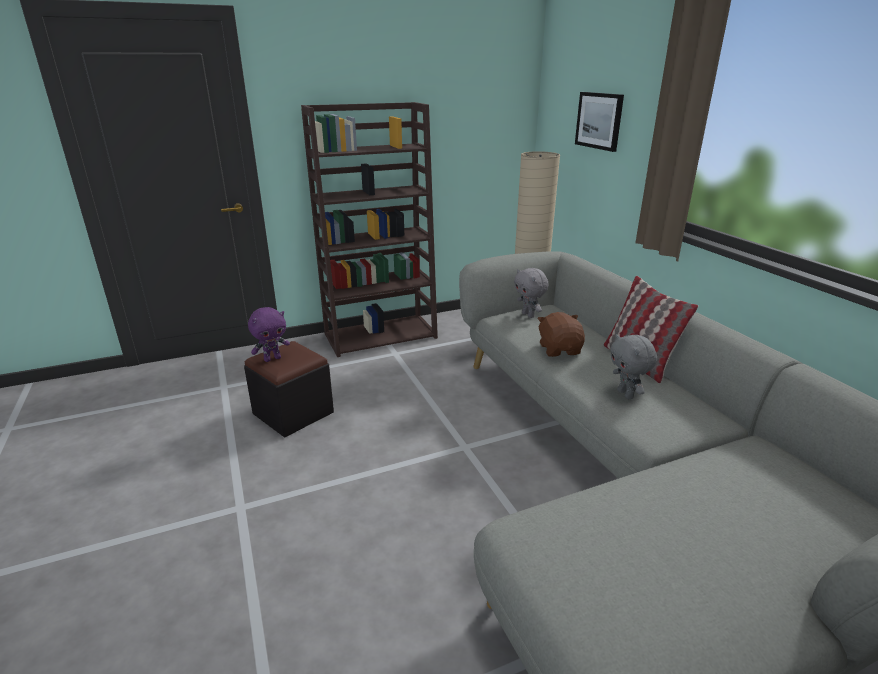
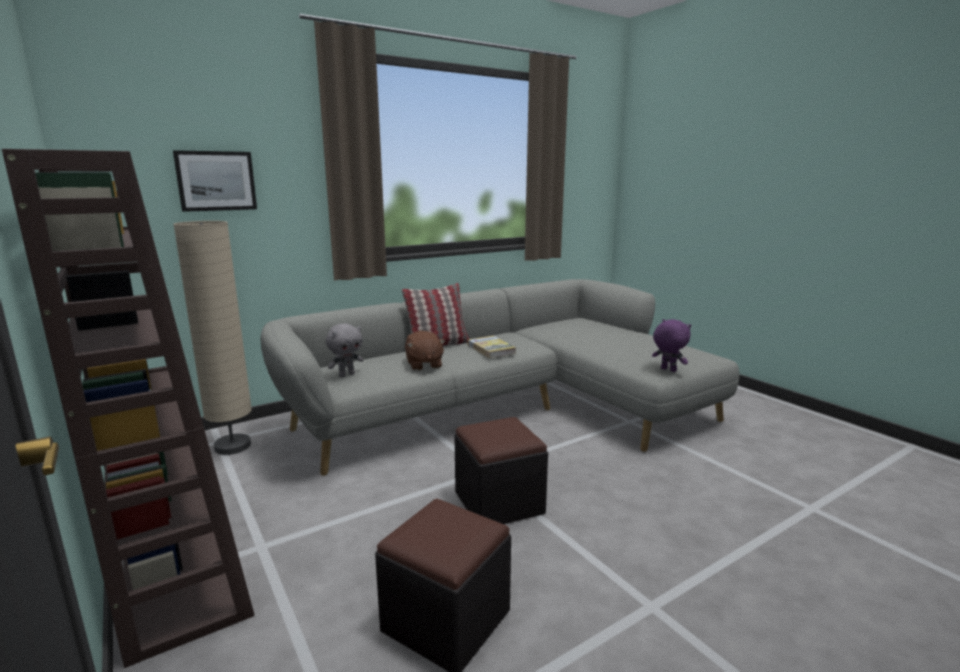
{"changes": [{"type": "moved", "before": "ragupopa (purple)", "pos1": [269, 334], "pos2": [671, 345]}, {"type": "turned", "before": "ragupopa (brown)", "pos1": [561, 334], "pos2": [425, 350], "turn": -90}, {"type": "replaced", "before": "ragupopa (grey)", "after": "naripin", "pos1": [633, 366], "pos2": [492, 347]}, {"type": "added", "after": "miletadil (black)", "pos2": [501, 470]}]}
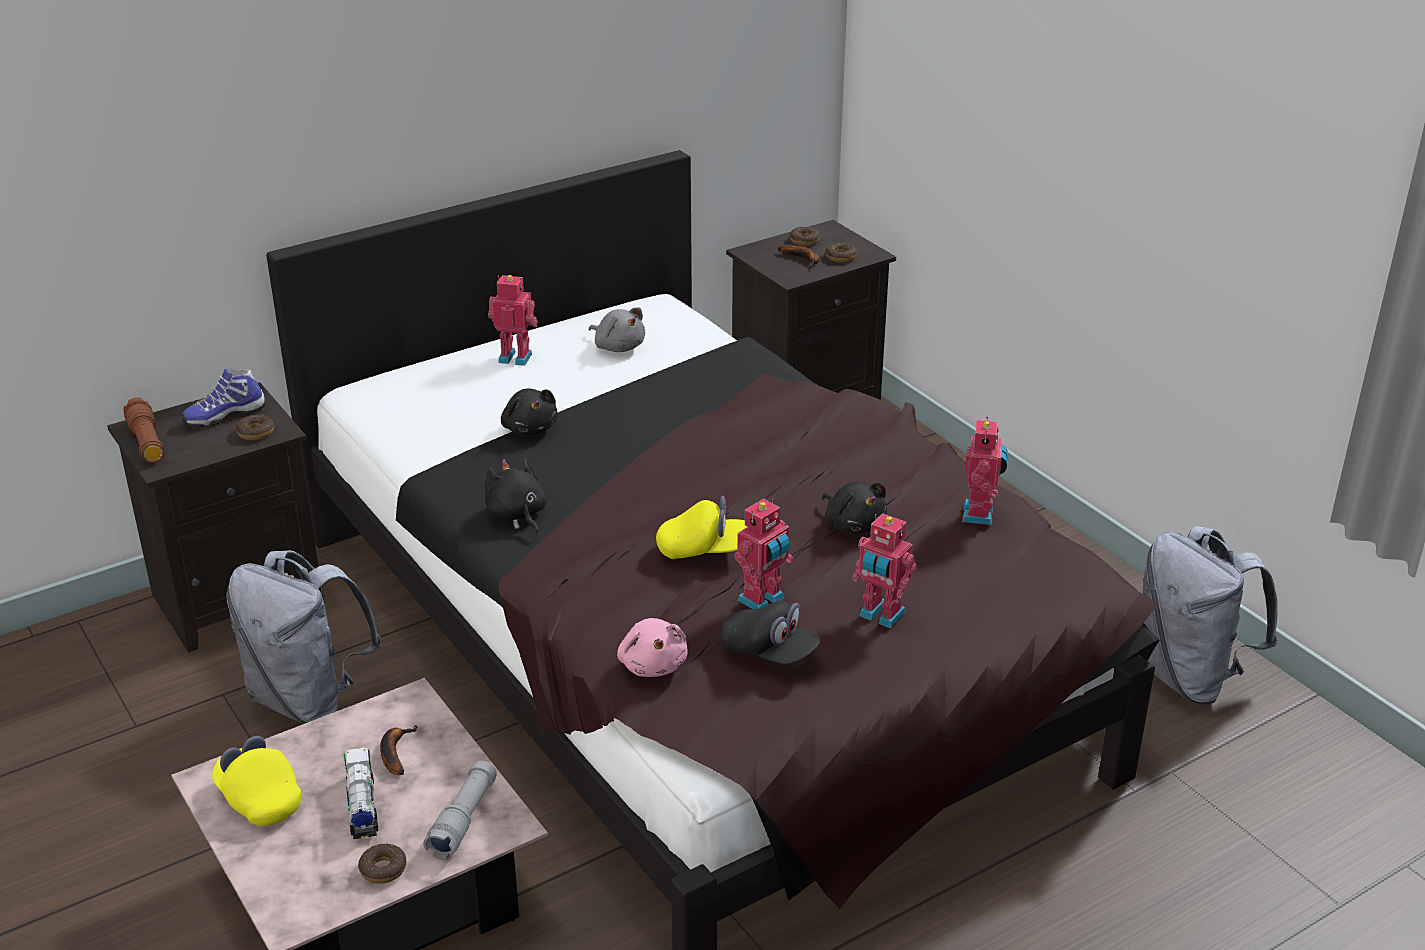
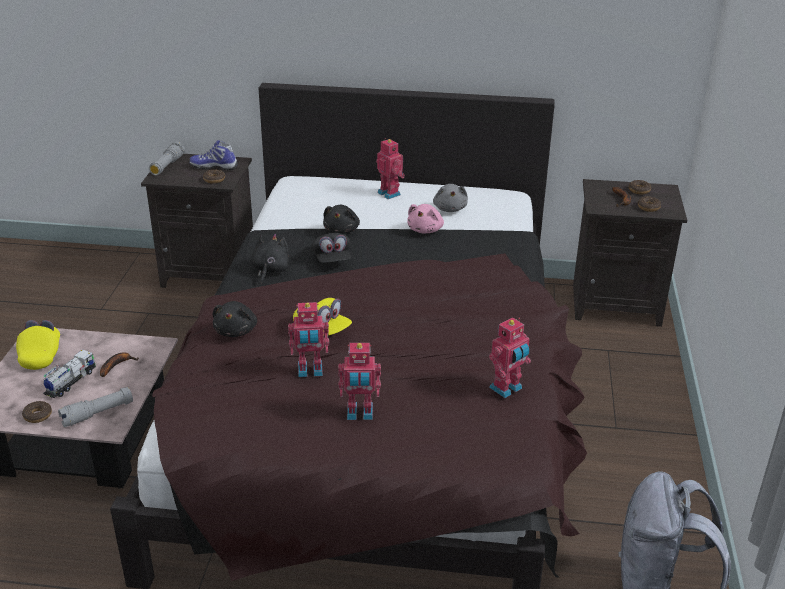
{"changes": [{"type": "recoloured", "before": "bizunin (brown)", "after": "bizunin (grey)", "pos1": [143, 430], "pos2": [167, 159]}, {"type": "moved", "before": "ragupopa (black)", "pos1": [854, 508], "pos2": [235, 319]}, {"type": "turned", "before": "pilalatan", "pos1": [884, 570], "pos2": [359, 381], "turn": -75}, {"type": "removed", "before": "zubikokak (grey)", "pos1": [304, 637]}, {"type": "moved", "before": "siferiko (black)", "pos1": [770, 633], "pos2": [331, 248]}, {"type": "moved", "before": "ragupopa (pink)", "pos1": [652, 647], "pos2": [425, 218]}]}
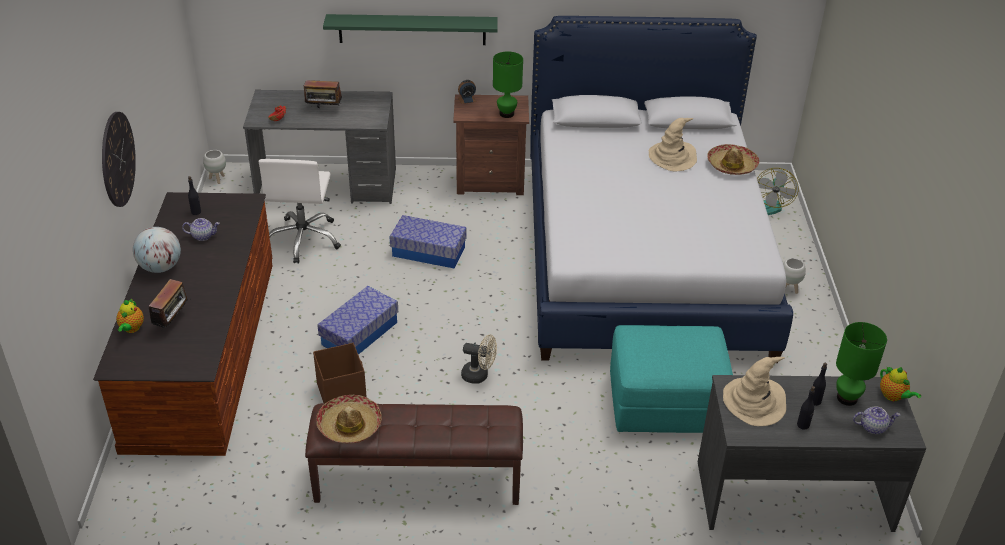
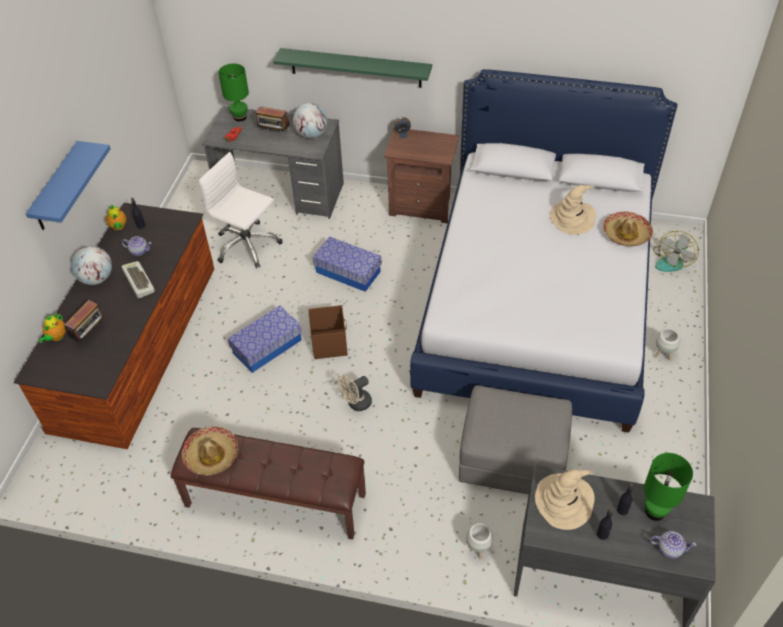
{"changes": [{"type": "moved", "before": "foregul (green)", "pos1": [508, 84], "pos2": [233, 92]}, {"type": "replaced", "before": "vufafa", "after": "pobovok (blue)", "pos1": [119, 159], "pos2": [68, 185]}, {"type": "moved", "before": "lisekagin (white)", "pos1": [214, 167], "pos2": [479, 541]}, {"type": "turned", "before": "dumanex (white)", "pos1": [299, 211], "pos2": [240, 210], "turn": 105}, {"type": "recoloured", "before": "miletadil (turquoise)", "after": "miletadil (grey)", "pos1": [671, 379], "pos2": [515, 439]}, {"type": "turned", "before": "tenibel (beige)", "pos1": [479, 359], "pos2": [355, 393], "turn": 120}, {"type": "moved", "before": "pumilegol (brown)", "pos1": [340, 373], "pos2": [328, 332]}, {"type": "moved", "before": "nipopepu", "pos1": [900, 383], "pos2": [116, 217]}, {"type": "added", "after": "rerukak", "pos2": [310, 120]}, {"type": "added", "after": "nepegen", "pos2": [138, 279]}]}
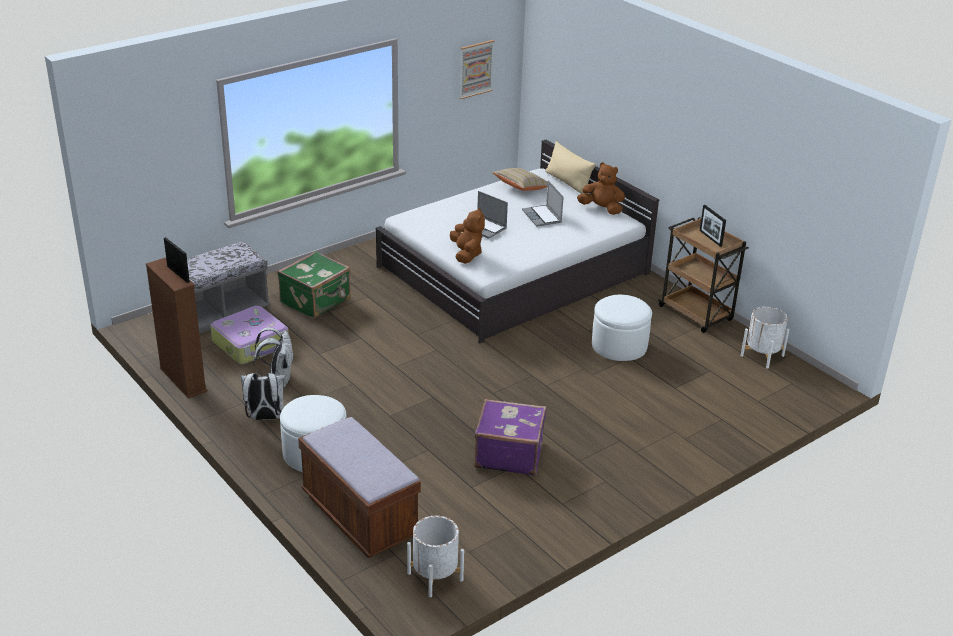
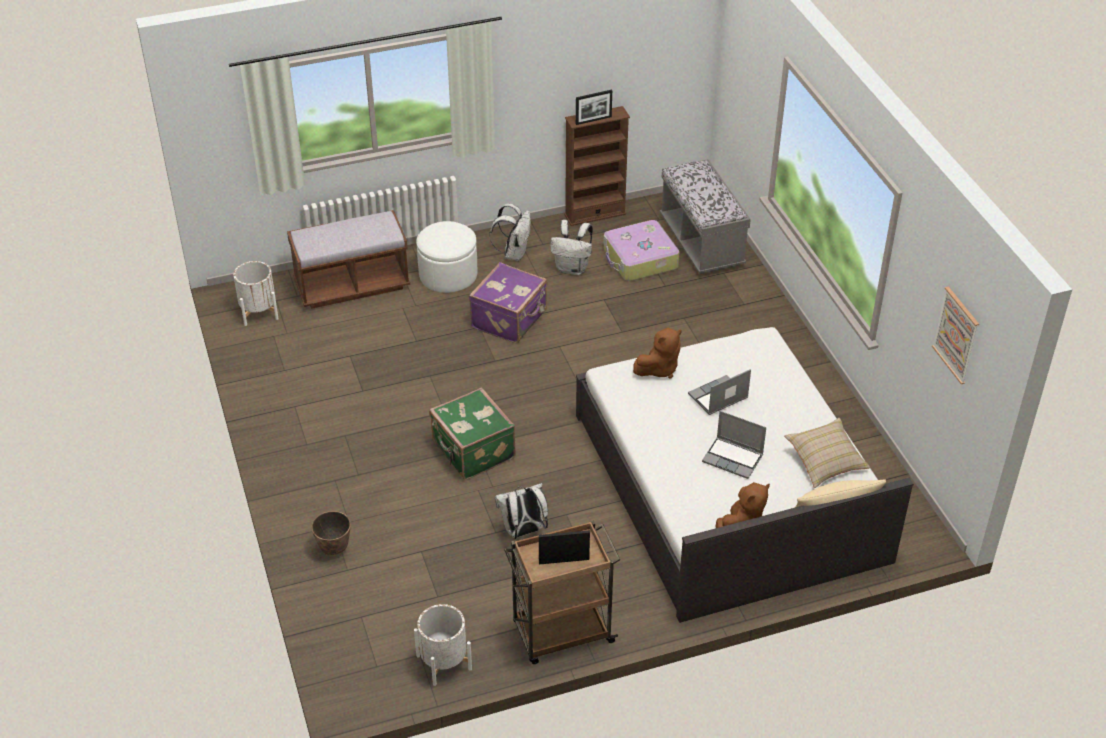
{"changes": [{"type": "turned", "before": "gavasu", "pos1": [543, 204], "pos2": [734, 445], "turn": -150}, {"type": "turned", "before": "ragupopa (brown)", "pos1": [467, 236], "pos2": [657, 353], "turn": -45}, {"type": "moved", "before": "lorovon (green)", "pos1": [314, 285], "pos2": [472, 433]}, {"type": "replaced", "before": "miletadil (white)", "after": "zubikokak (white)", "pos1": [622, 328], "pos2": [521, 511]}, {"type": "moved", "before": "lorovon (purple)", "pos1": [510, 437], "pos2": [508, 302]}, {"type": "added", "after": "lisekagin", "pos2": [331, 533]}]}
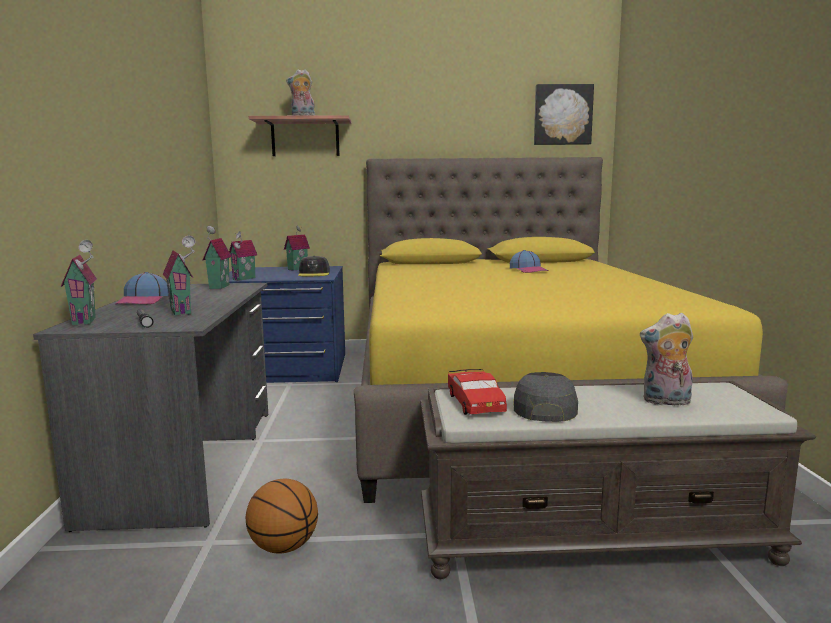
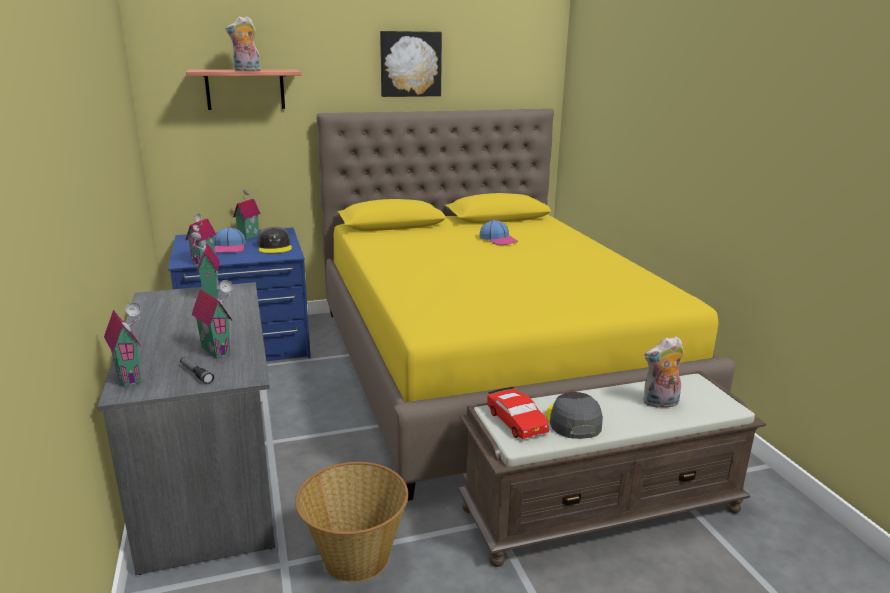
{"changes": [{"type": "moved", "before": "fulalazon", "pos1": [564, 114], "pos2": [411, 64]}, {"type": "moved", "before": "siferiko", "pos1": [142, 288], "pos2": [230, 240]}, {"type": "replaced", "before": "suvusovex", "after": "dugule", "pos1": [282, 516], "pos2": [351, 522]}]}
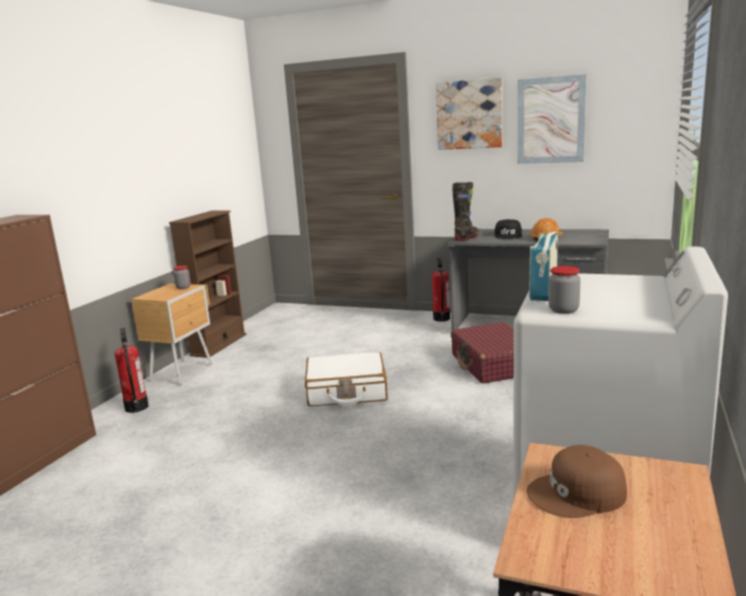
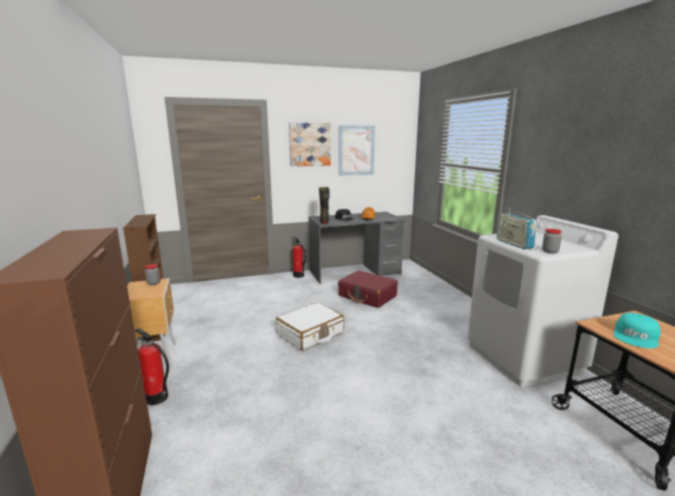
{"changes": [{"type": "recoloured", "before": "siferiko (brown)", "after": "siferiko (turquoise)", "pos1": [577, 481], "pos2": [636, 330]}]}
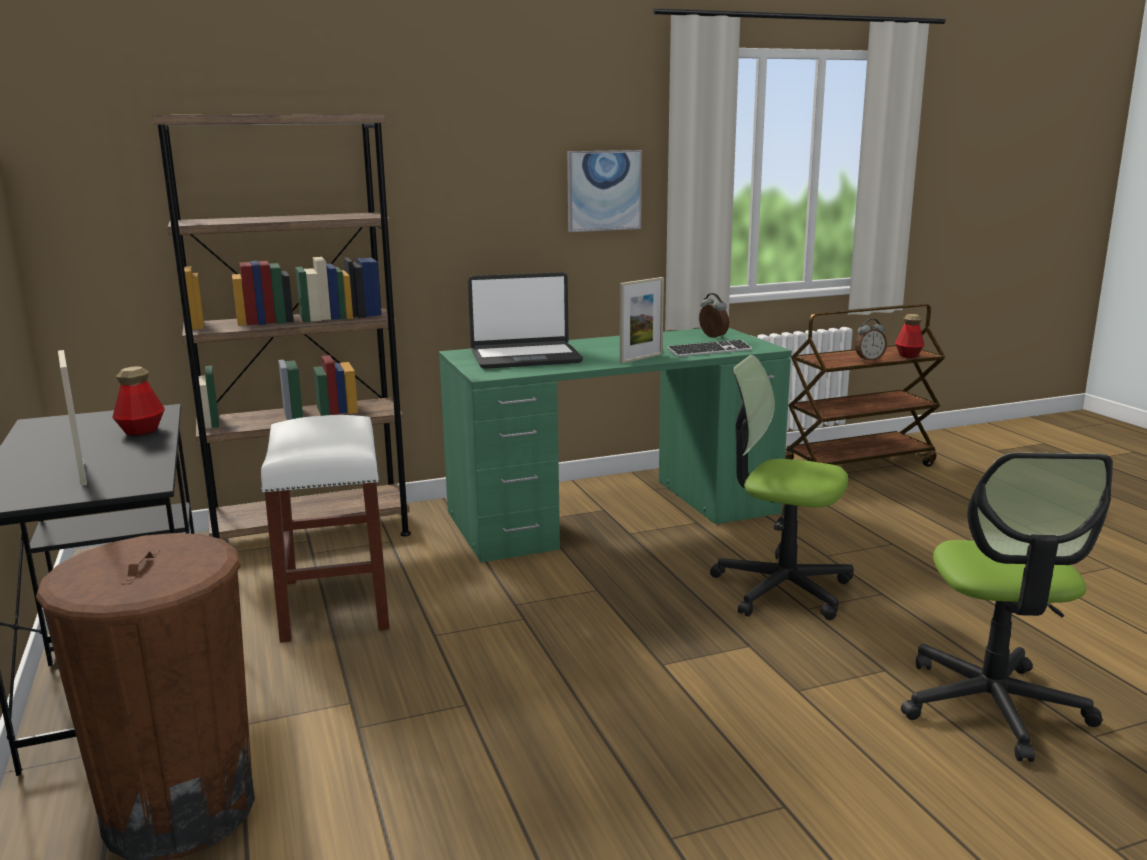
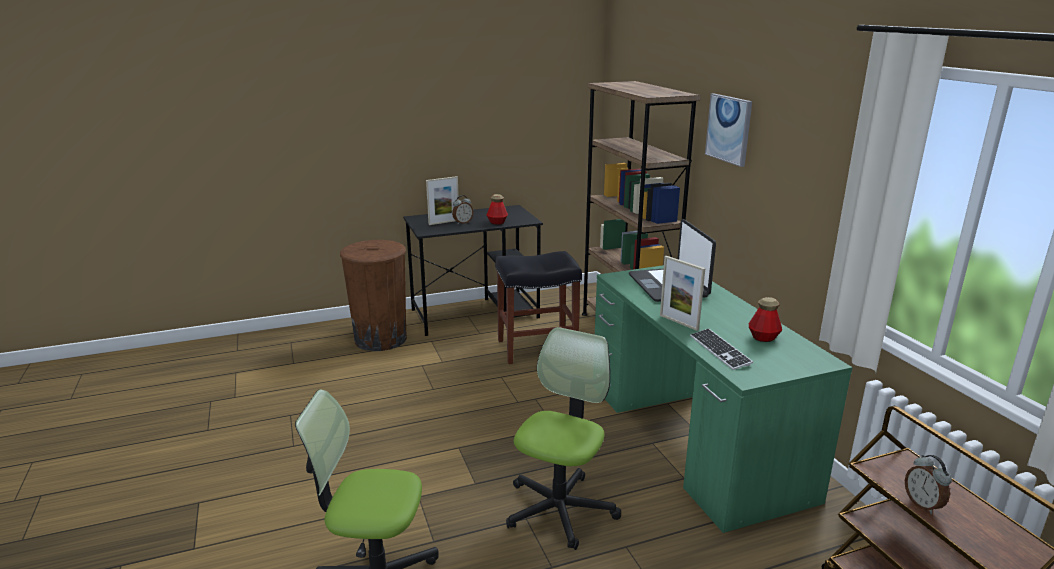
{"changes": [{"type": "moved", "before": "fulalazon", "pos1": [604, 191], "pos2": [728, 130]}, {"type": "moved", "before": "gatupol", "pos1": [714, 316], "pos2": [463, 209]}, {"type": "moved", "before": "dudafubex", "pos1": [909, 336], "pos2": [765, 319]}, {"type": "recoloured", "before": "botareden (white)", "after": "botareden (black)", "pos1": [325, 529], "pos2": [538, 307]}]}
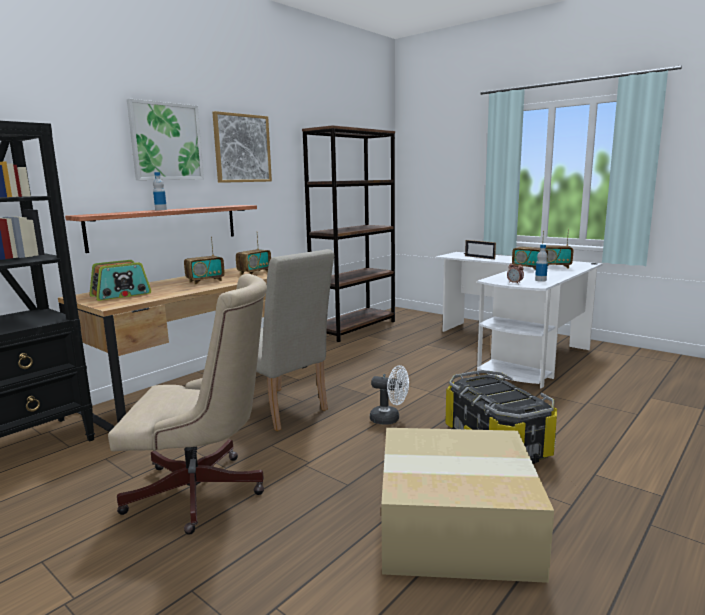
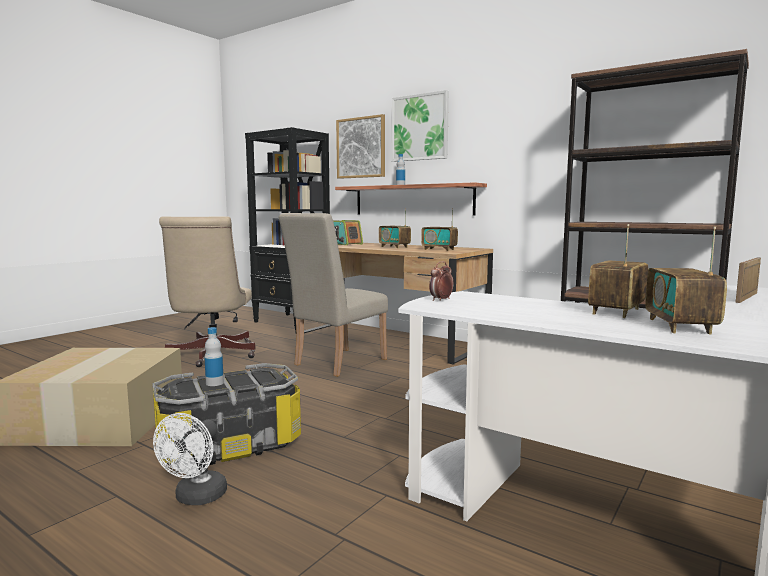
{"changes": [{"type": "moved", "before": "fulalazon", "pos1": [242, 147], "pos2": [360, 146]}, {"type": "moved", "before": "dudafubex", "pos1": [541, 263], "pos2": [214, 356]}, {"type": "moved", "before": "tenibel (white)", "pos1": [389, 395], "pos2": [190, 459]}]}
